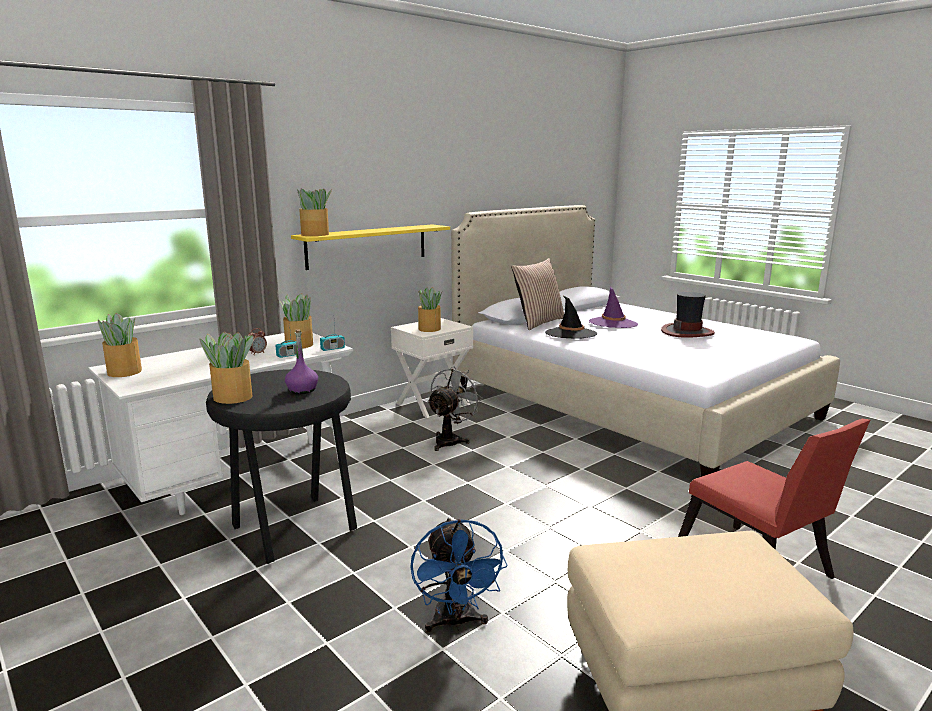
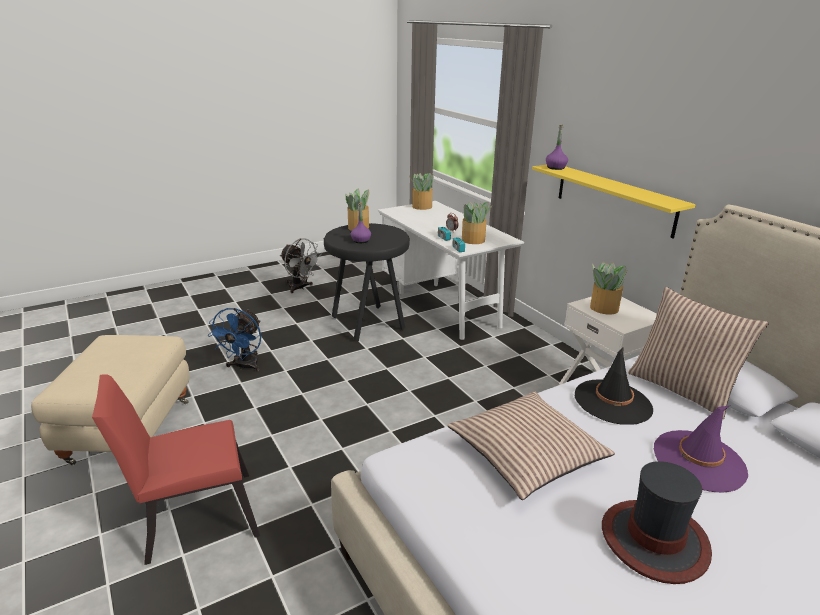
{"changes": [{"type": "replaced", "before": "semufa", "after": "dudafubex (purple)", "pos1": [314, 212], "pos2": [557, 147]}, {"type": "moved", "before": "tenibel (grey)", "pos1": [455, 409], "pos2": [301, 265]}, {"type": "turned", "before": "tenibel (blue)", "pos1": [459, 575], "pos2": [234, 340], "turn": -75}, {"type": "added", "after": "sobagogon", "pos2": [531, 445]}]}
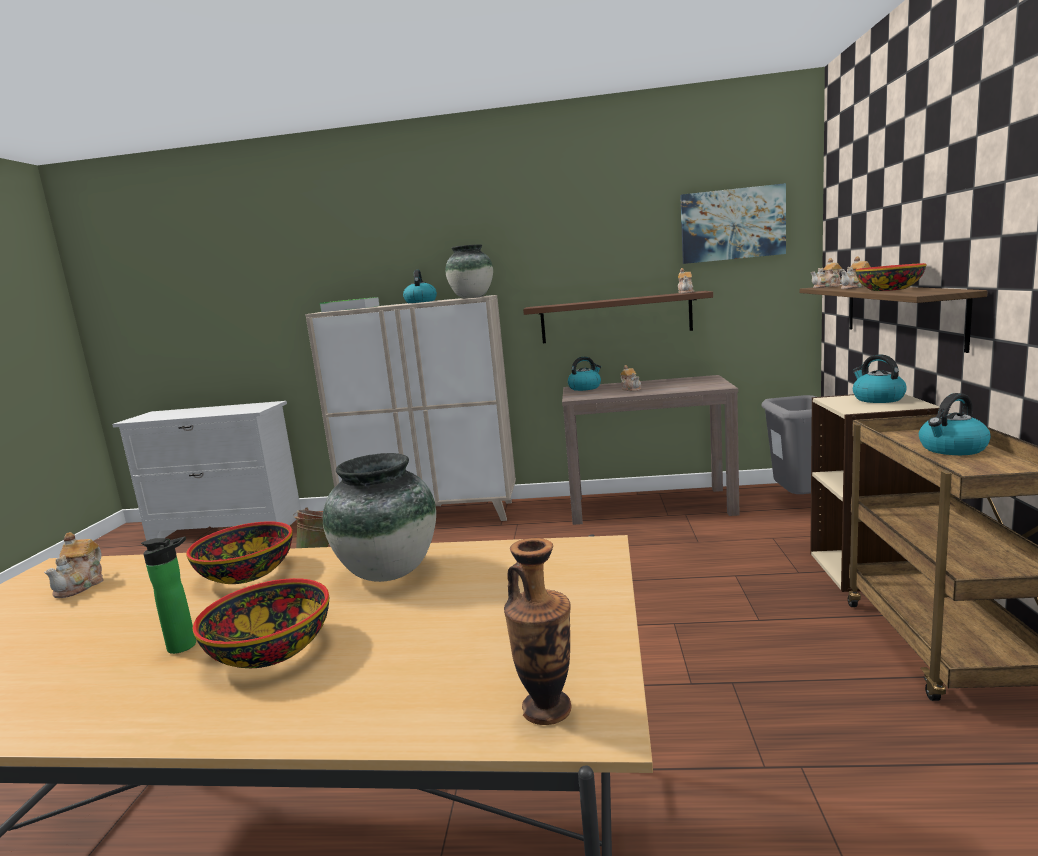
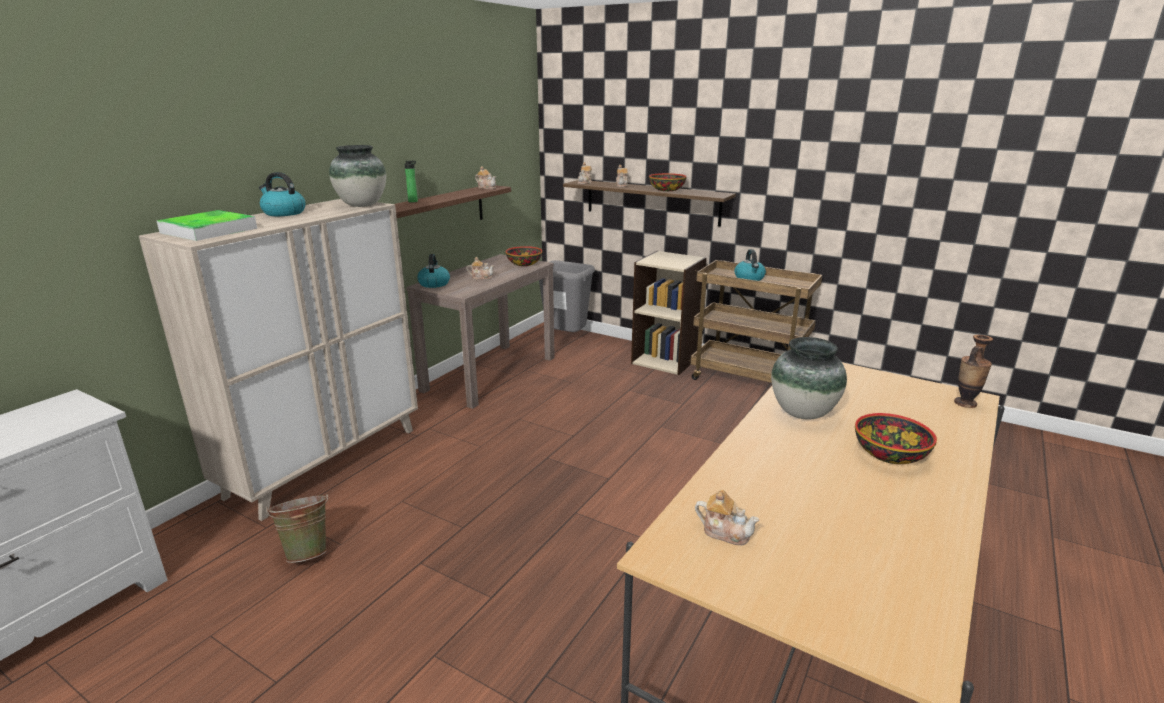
{"changes": [{"type": "removed", "before": "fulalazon", "pos1": [733, 223]}, {"type": "removed", "before": "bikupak", "pos1": [880, 378]}, {"type": "moved", "before": "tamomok", "pos1": [239, 552], "pos2": [524, 256]}, {"type": "moved", "before": "dudafubex", "pos1": [168, 595], "pos2": [411, 182]}]}
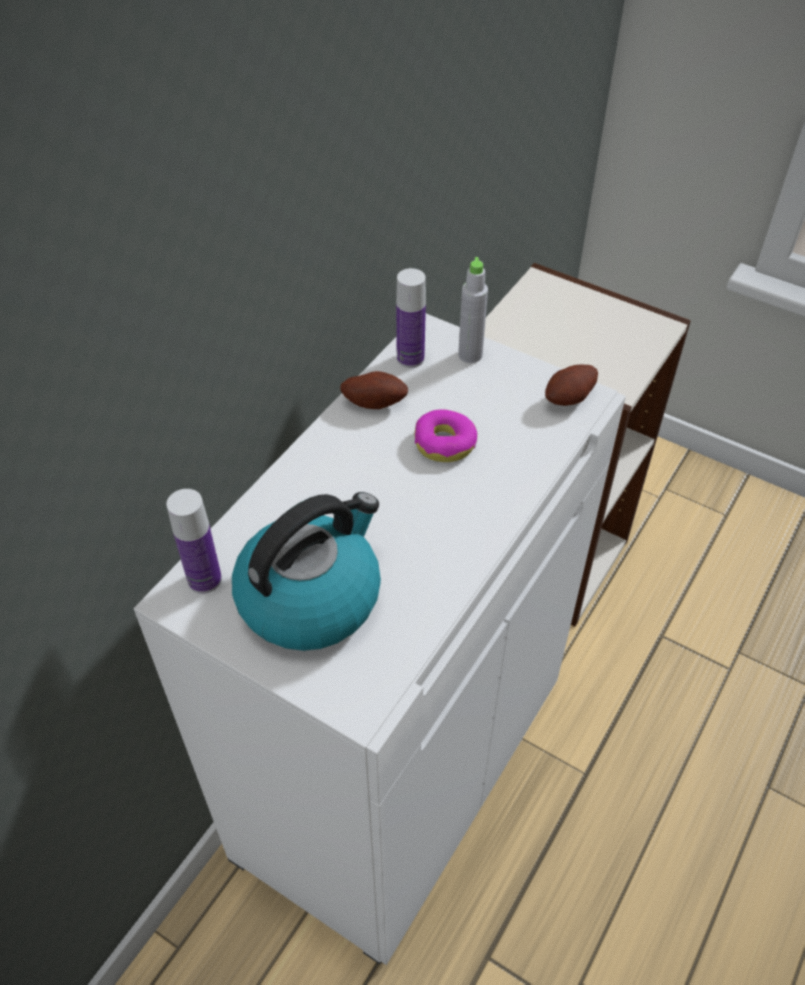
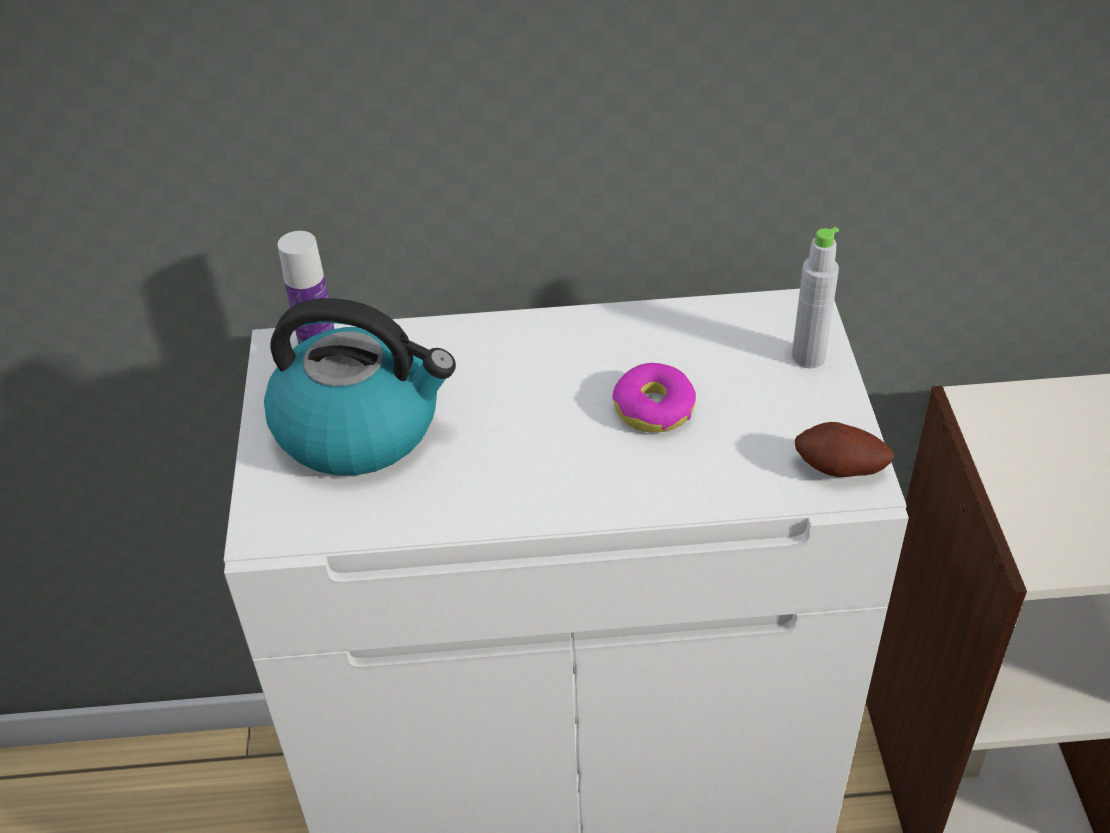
{"changes": [{"type": "removed", "before": "dudafubex", "pos1": [411, 318]}, {"type": "removed", "before": "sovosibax", "pos1": [374, 390]}]}
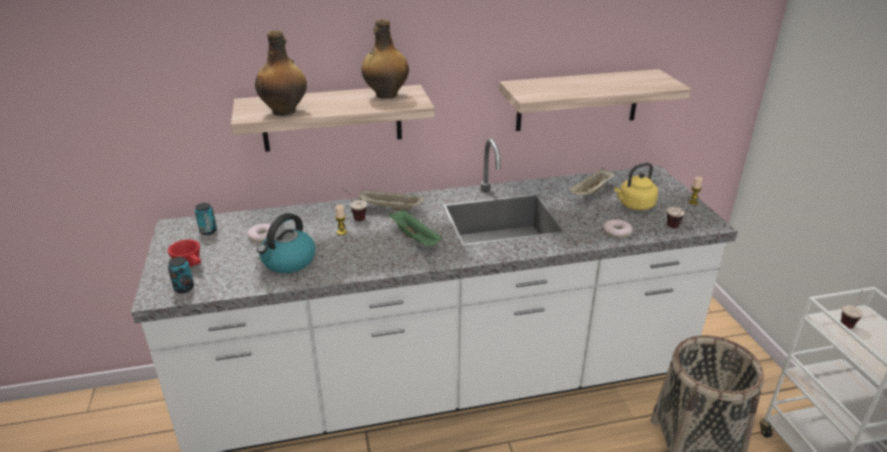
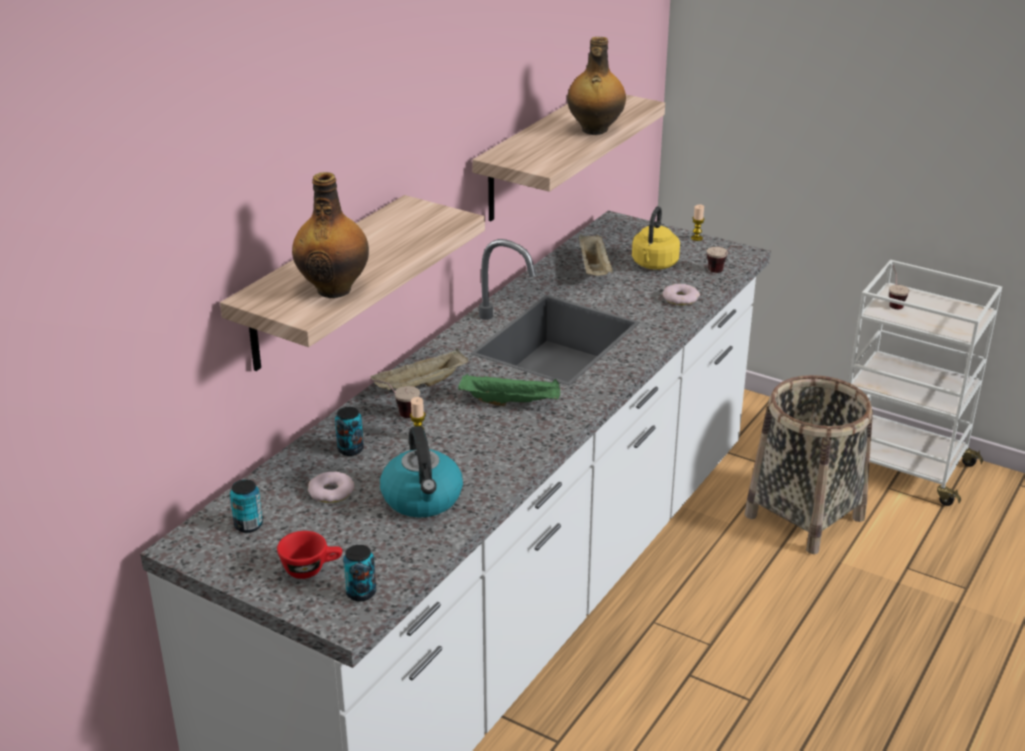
{"changes": [{"type": "moved", "before": "dudafubex", "pos1": [385, 58], "pos2": [596, 86]}, {"type": "added", "after": "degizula", "pos2": [349, 431]}]}
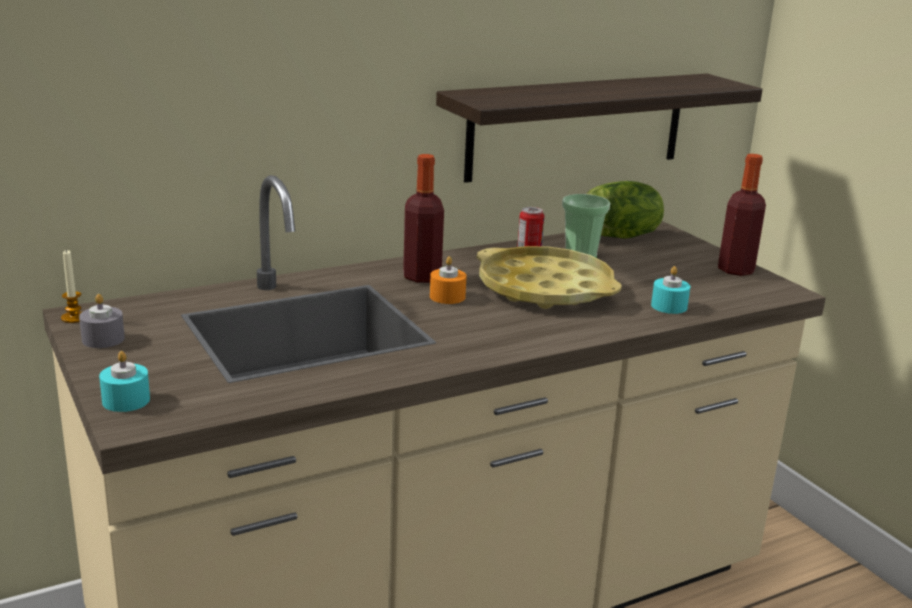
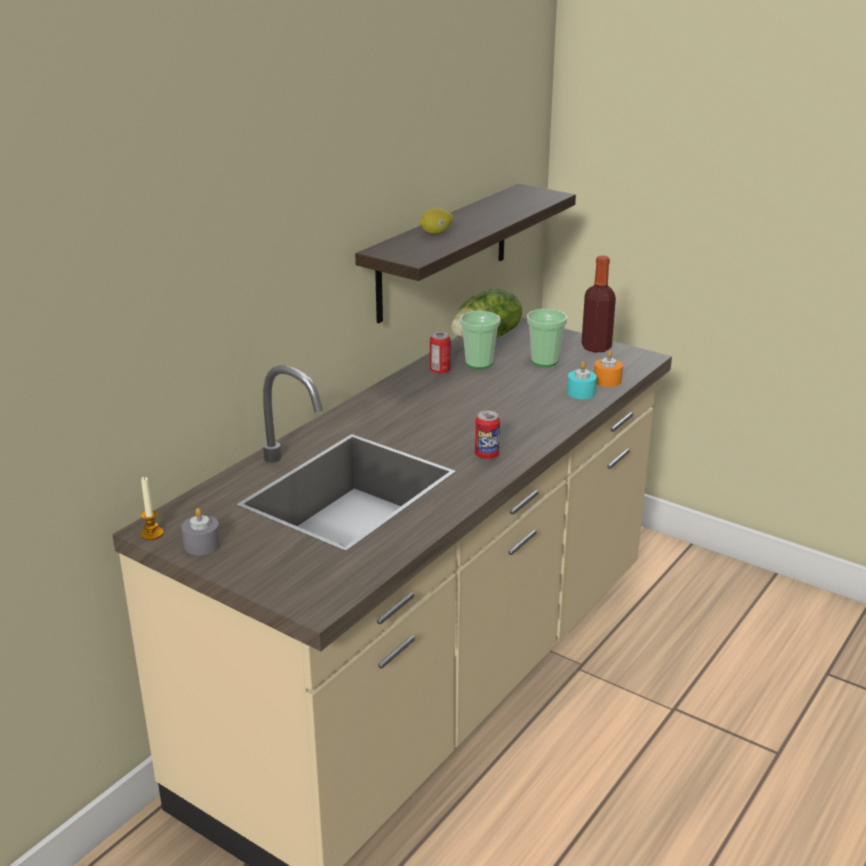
{"changes": [{"type": "removed", "before": "dudafubex", "pos1": [423, 218]}, {"type": "removed", "before": "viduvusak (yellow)", "pos1": [549, 277]}, {"type": "moved", "before": "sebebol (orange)", "pos1": [448, 280], "pos2": [608, 368]}, {"type": "removed", "before": "sebebol (turquoise)", "pos1": [124, 381]}, {"type": "added", "after": "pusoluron", "pos2": [436, 221]}, {"type": "added", "after": "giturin", "pos2": [547, 338]}, {"type": "added", "after": "degizula", "pos2": [487, 435]}]}
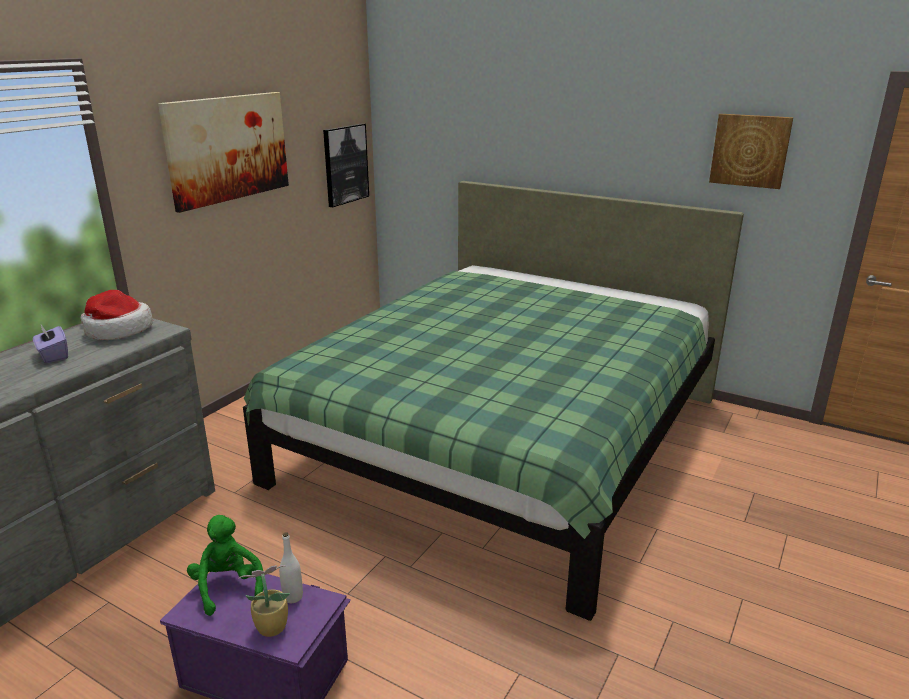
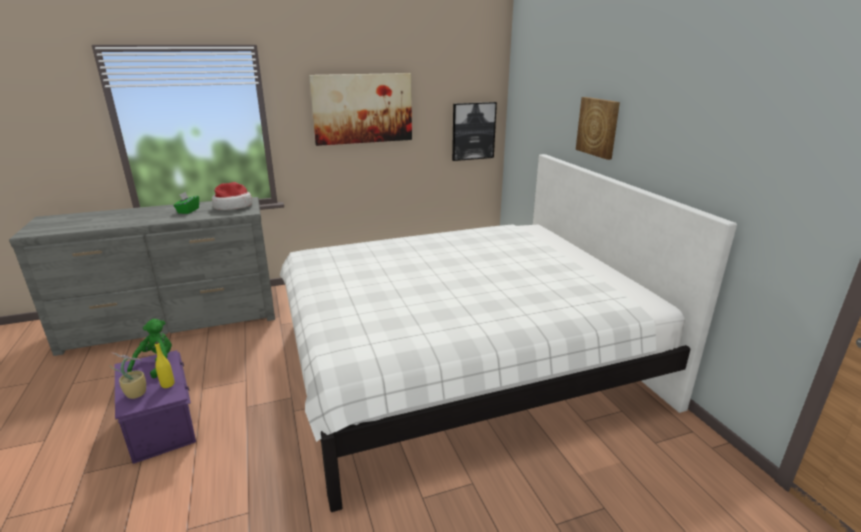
{"changes": [{"type": "moved", "before": "fulalazon", "pos1": [751, 151], "pos2": [598, 128]}, {"type": "recoloured", "before": "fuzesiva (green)", "after": "fuzesiva (white)", "pos1": [493, 401], "pos2": [508, 333]}, {"type": "recoloured", "before": "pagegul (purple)", "after": "pagegul (green)", "pos1": [50, 343], "pos2": [186, 203]}, {"type": "recoloured", "before": "dudafubex (white)", "after": "dudafubex (yellow)", "pos1": [291, 567], "pos2": [164, 365]}]}
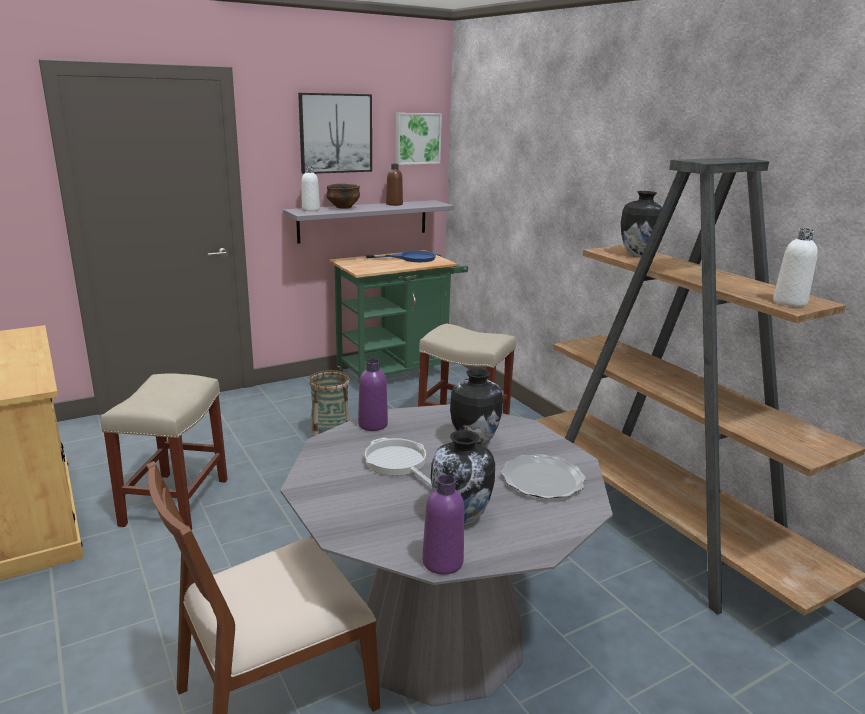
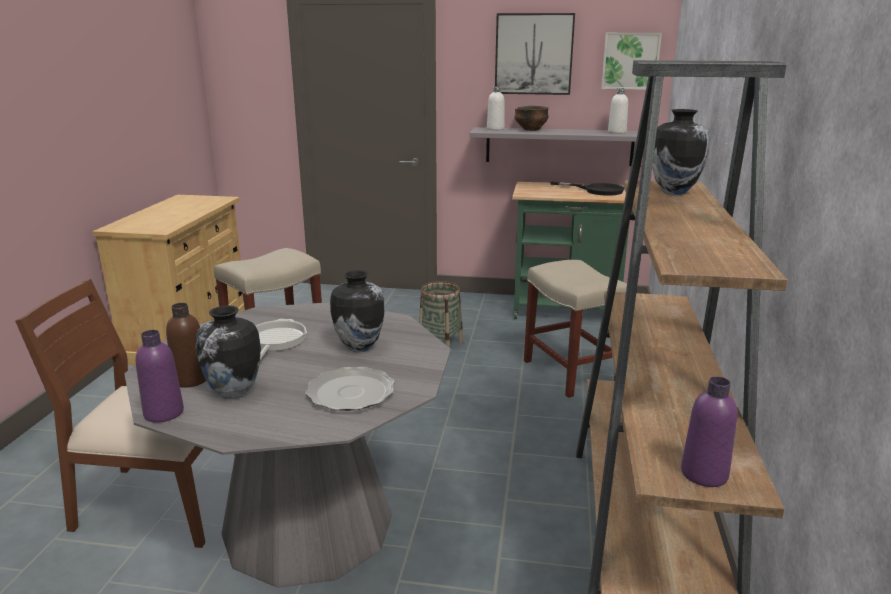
{"changes": [{"type": "moved", "before": "dudafubex (brown)", "pos1": [394, 185], "pos2": [186, 345]}, {"type": "moved", "before": "dudafubex (white)", "pos1": [795, 267], "pos2": [618, 111]}, {"type": "recoloured", "before": "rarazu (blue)", "after": "rarazu (black)", "pos1": [400, 256], "pos2": [587, 188]}, {"type": "moved", "before": "dudafubex (purple)", "pos1": [373, 395], "pos2": [709, 432]}]}
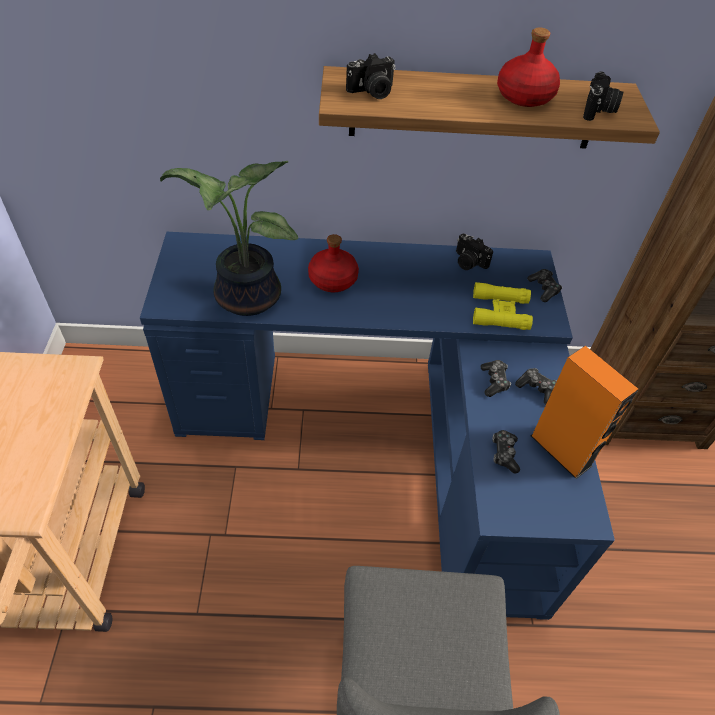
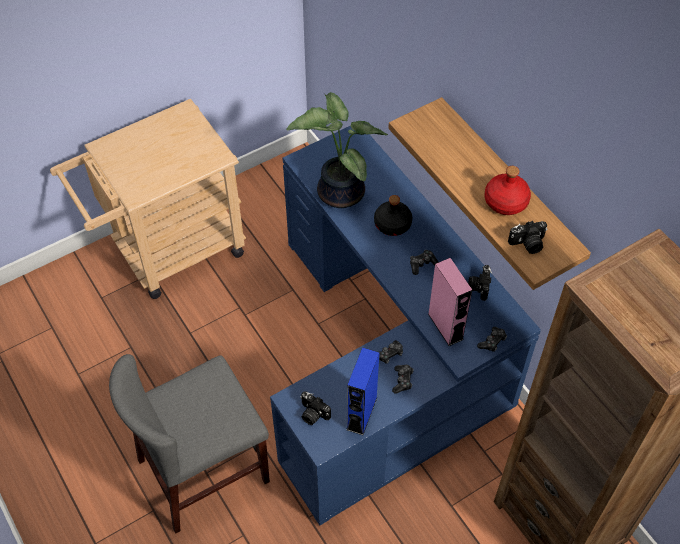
{"changes": [{"type": "moved", "before": "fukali", "pos1": [370, 76], "pos2": [315, 408]}, {"type": "recoloured", "before": "dudafubex (red)", "after": "dudafubex (black)", "pos1": [333, 263], "pos2": [393, 215]}, {"type": "replaced", "before": "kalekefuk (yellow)", "after": "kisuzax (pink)", "pos1": [503, 306], "pos2": [450, 302]}, {"type": "recoloured", "before": "kisuzax (orange)", "after": "kisuzax (blue)", "pos1": [584, 412], "pos2": [363, 391]}, {"type": "moved", "before": "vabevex", "pos1": [506, 451], "pos2": [424, 262]}]}
